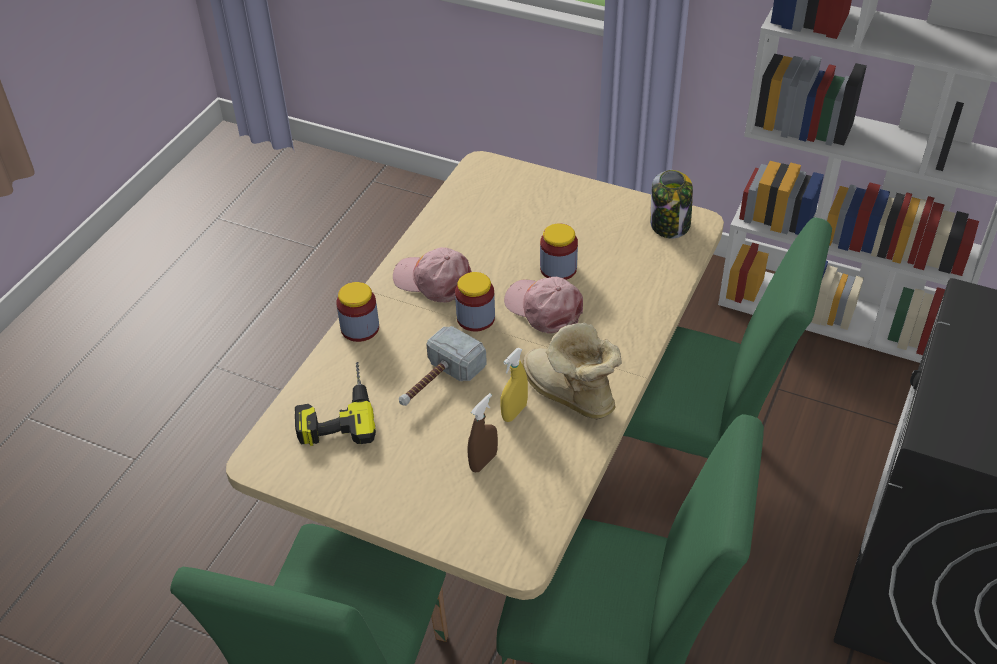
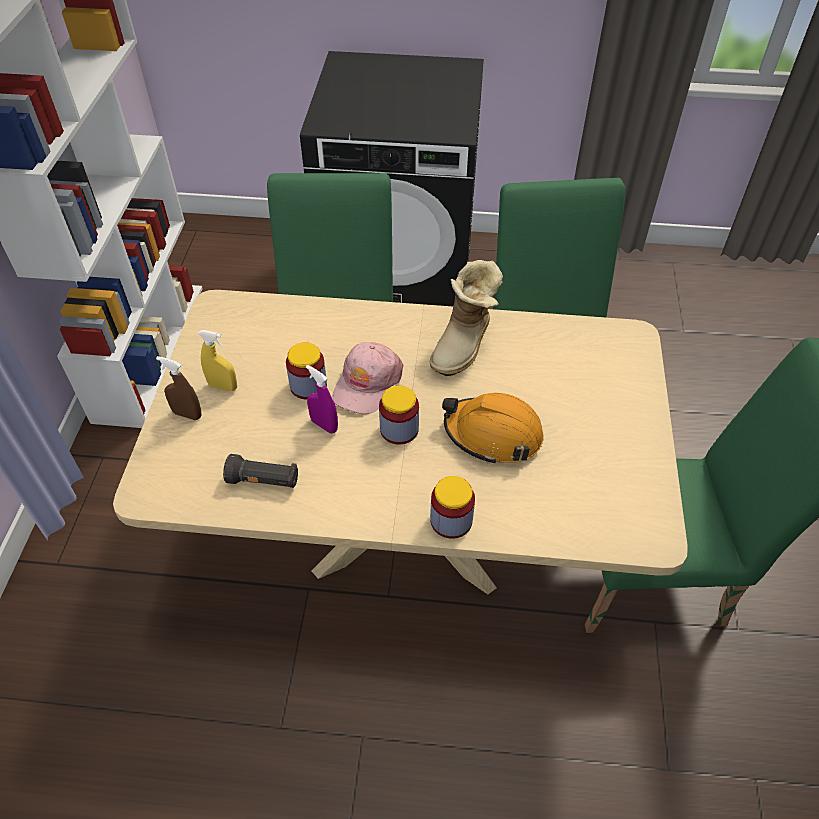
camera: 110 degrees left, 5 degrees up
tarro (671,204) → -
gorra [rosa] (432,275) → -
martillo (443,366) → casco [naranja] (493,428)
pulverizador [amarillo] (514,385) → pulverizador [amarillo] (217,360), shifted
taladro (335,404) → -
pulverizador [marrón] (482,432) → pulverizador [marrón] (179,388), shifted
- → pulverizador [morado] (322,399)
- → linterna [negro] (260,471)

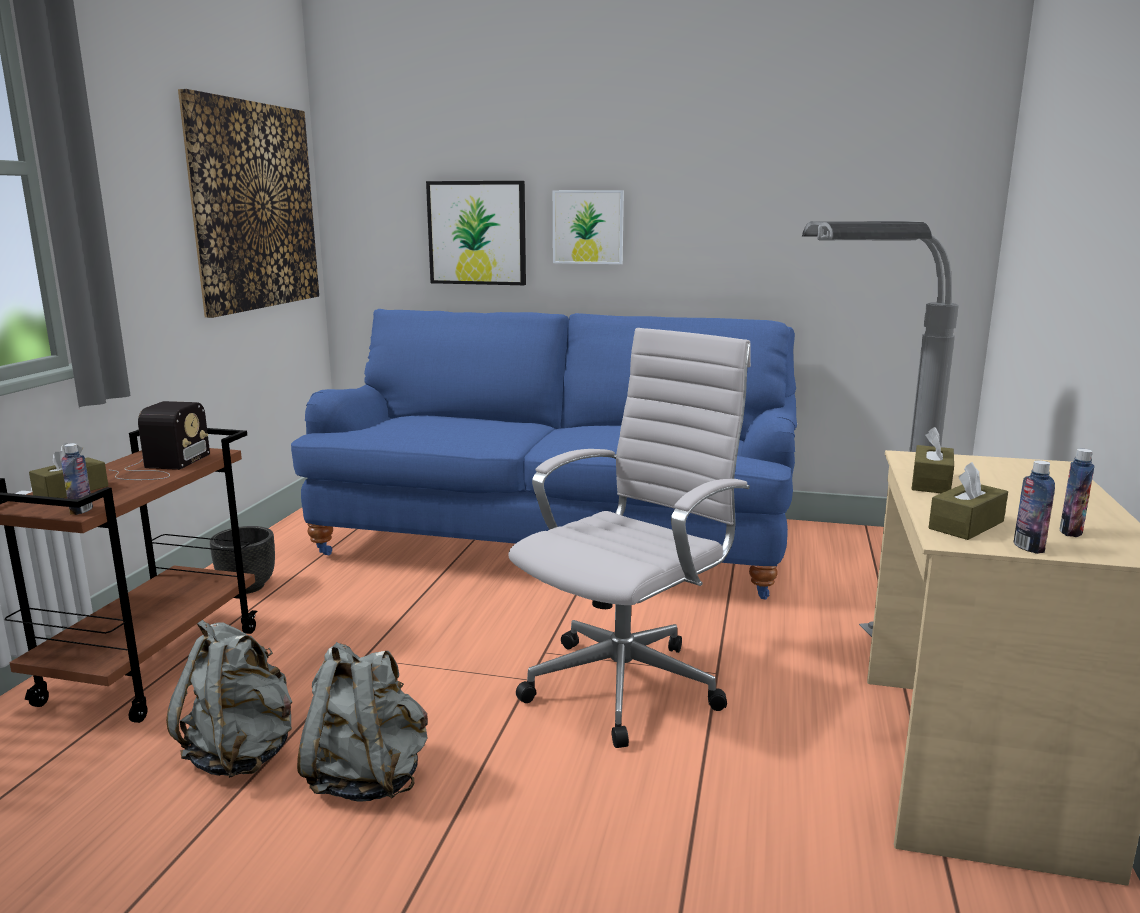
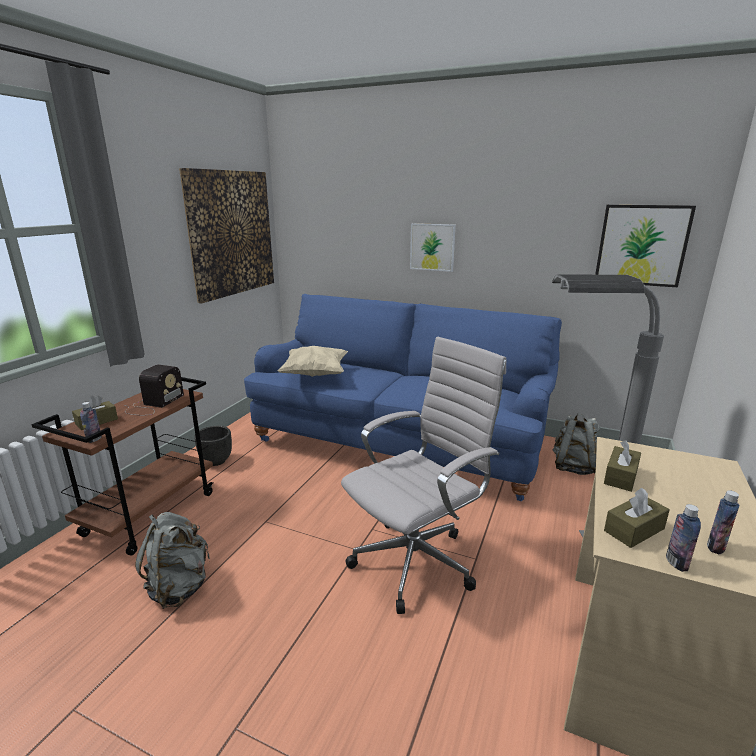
camera: 10 degrees right, 5 degrees up
cuadro (476,233) → cuadro (645,246), shifted
mochila [gris] (362,722) → mochila [gris] (576,444), shifted
- → cojín [beis] (313,361)

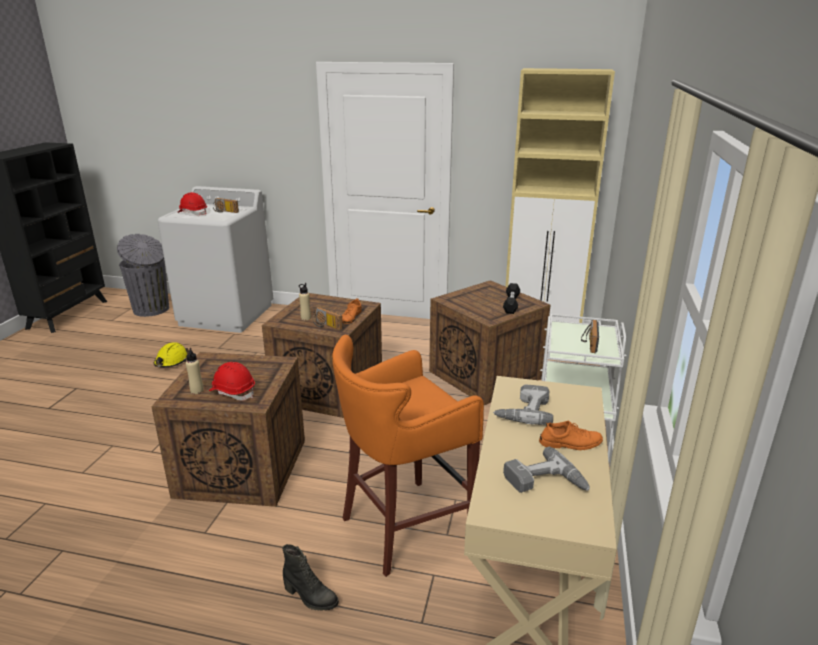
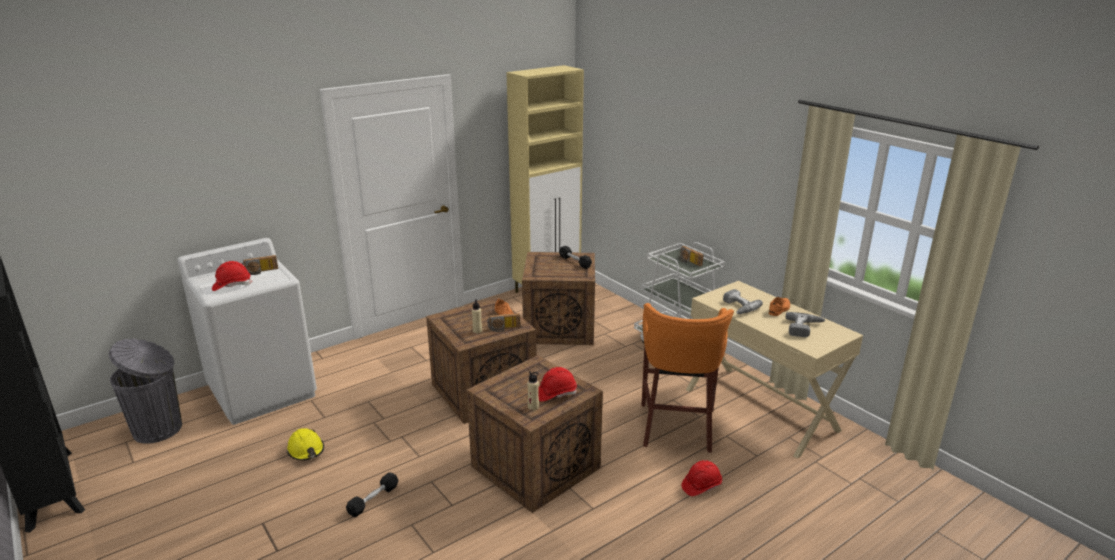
camera: 50 degrees left, 0 degrees up
bota [negro] (310,577) → casco [rojo] (701,478)
- → mancuerna [negro] (372,495)

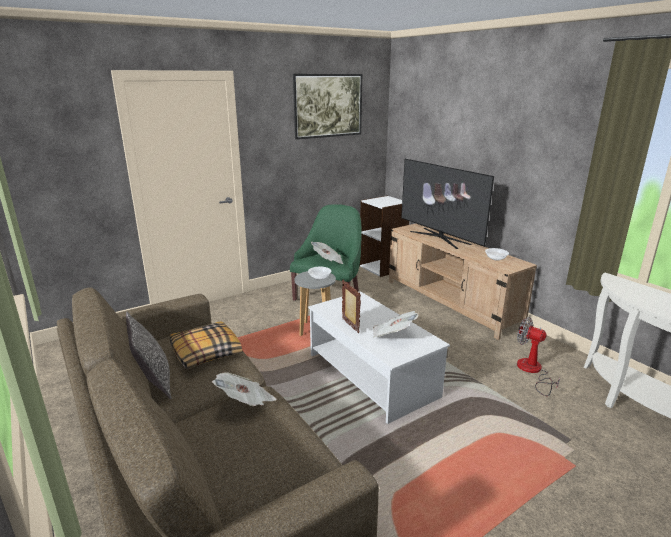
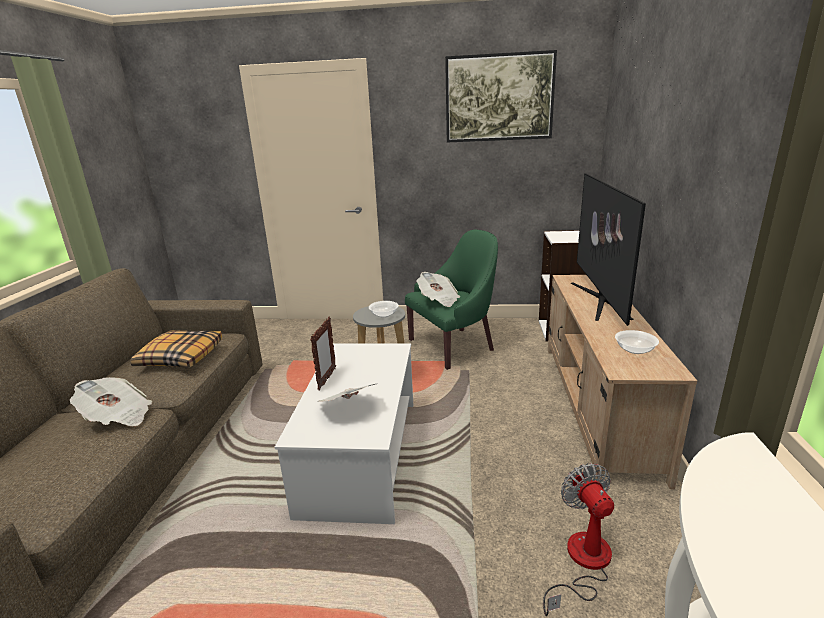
camera: 40 degrees right, 0 degrees up
cojín (148,355) → -

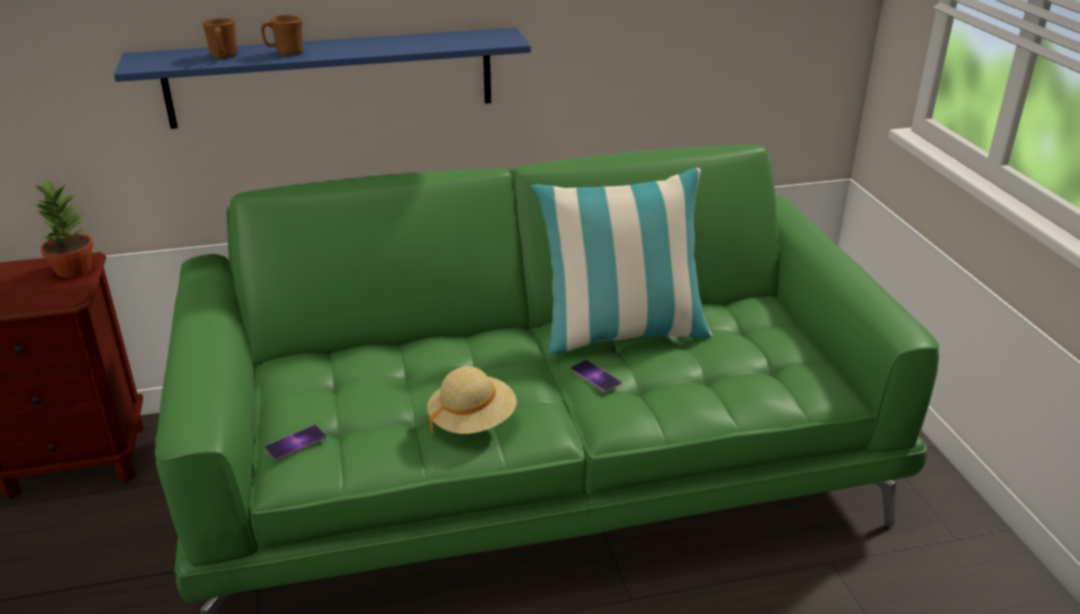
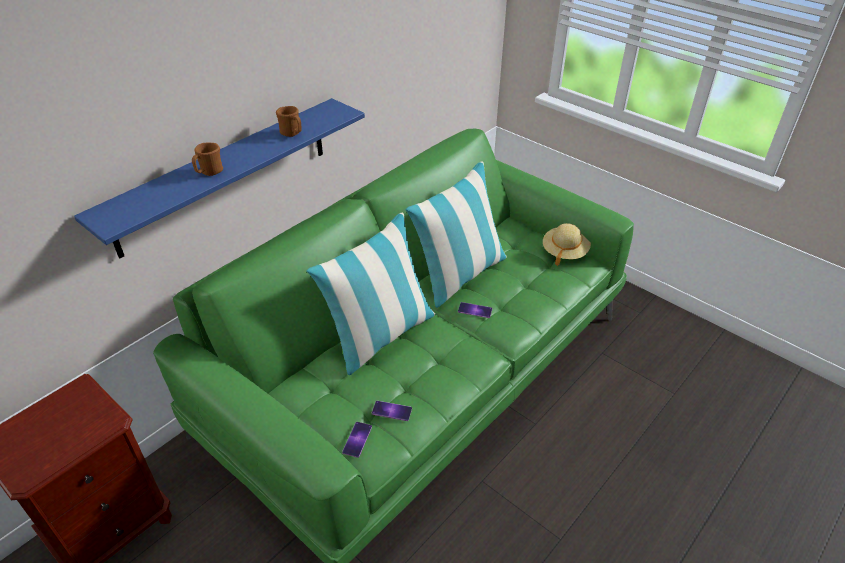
camera: 35 degrees left, 10 degrees up
taza grande [marrón] (220,38) → taza grande [marrón] (289,121), shifted
planta en maceta (63,228) → -
sombrero [beis] (472,400) → sombrero [beis] (567,244), shifted
- → cojín (370,294)
- → móvil (392,411)

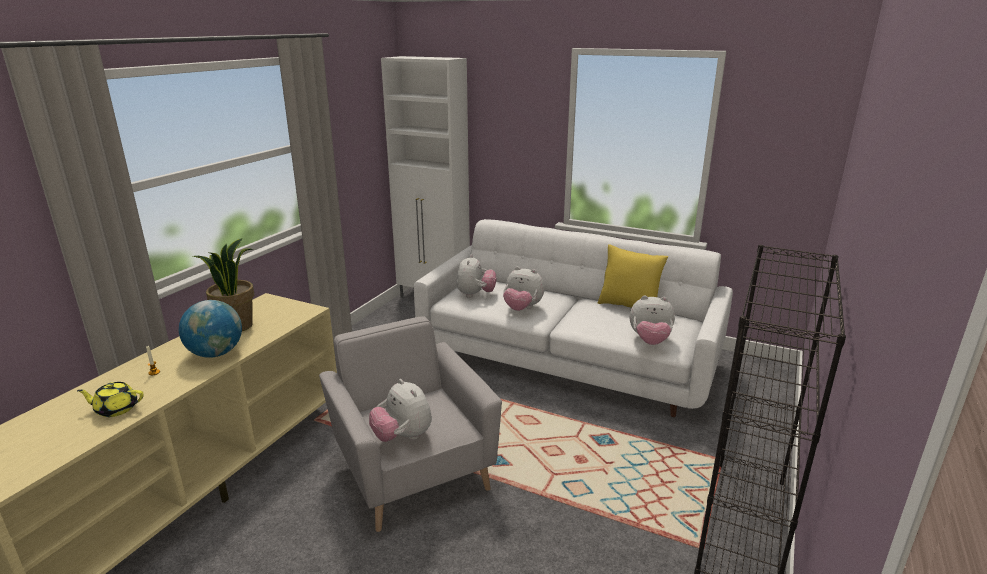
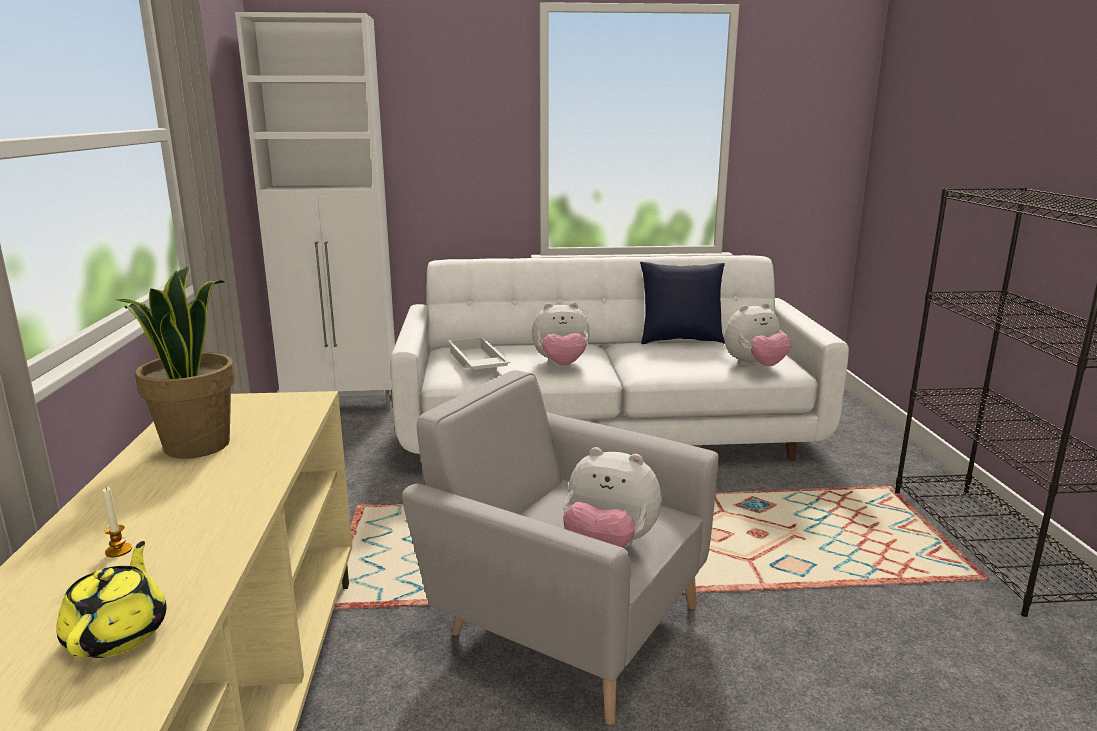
camera: 30 degrees left, 5 degrees down
cojín [amarillo] (633,276) → cojín [azul] (682,303)
peluche (477,276) → bandeja [blanco] (478,353)
globo terráqueo (210,329) → -
tetera [amarillo] (110,399) → tetera [amarillo] (111,599), 120 degrees clockwise

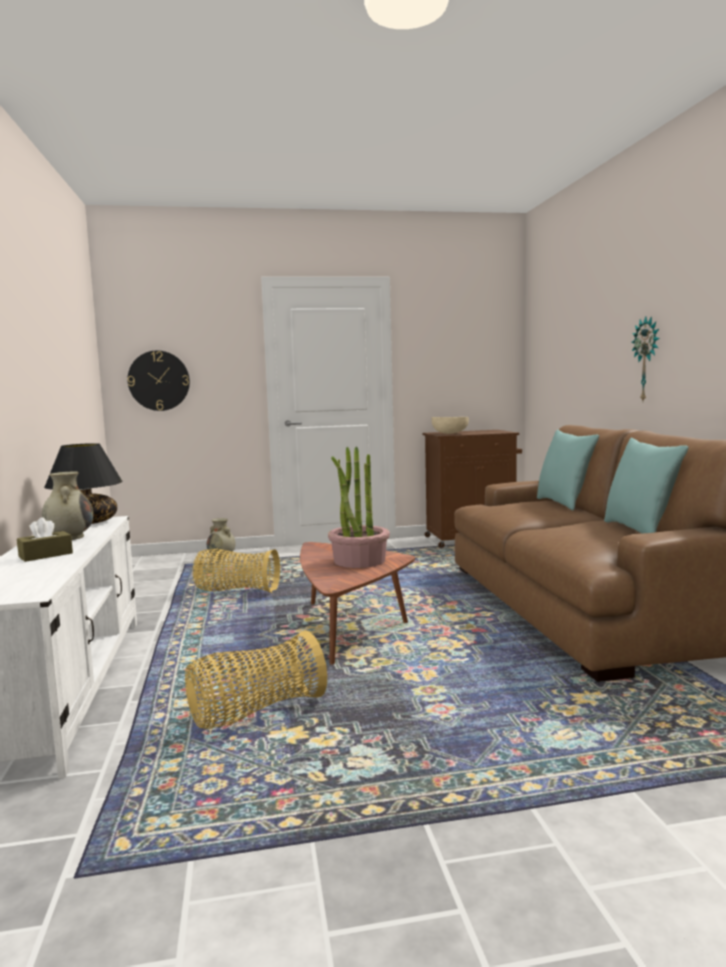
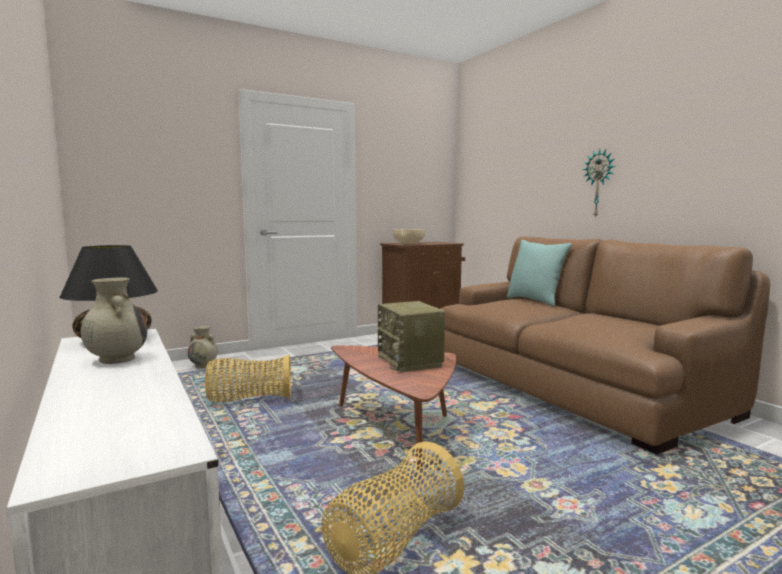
camera: 20 degrees left, 0 degrees up
reloj de pared (159,381) → -
cojín [turquesa] (646,486) → -
planta en maceta (359,507) → radio (411,336)
caja de pañuelos [marrón] (45,539) → -

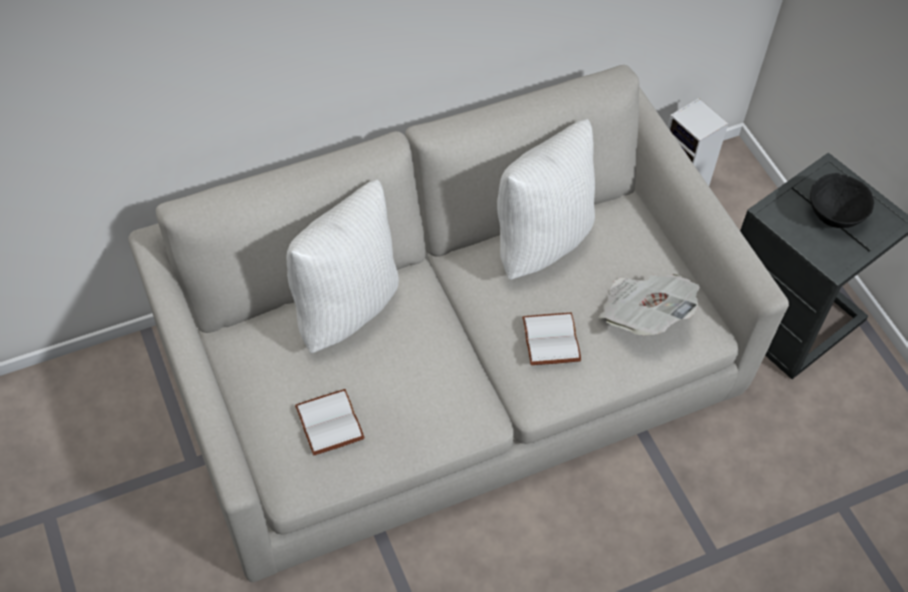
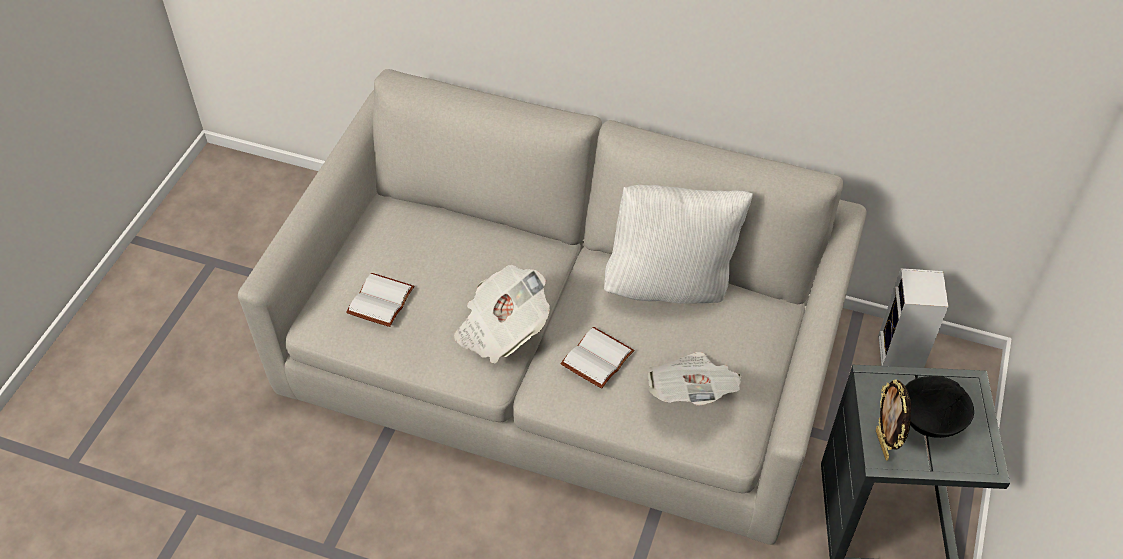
camera: 45 degrees right, 5 degrees down
cojín [blanco] (343,266) → -
- → periódico (502,314)
- → portarretratos (893,420)

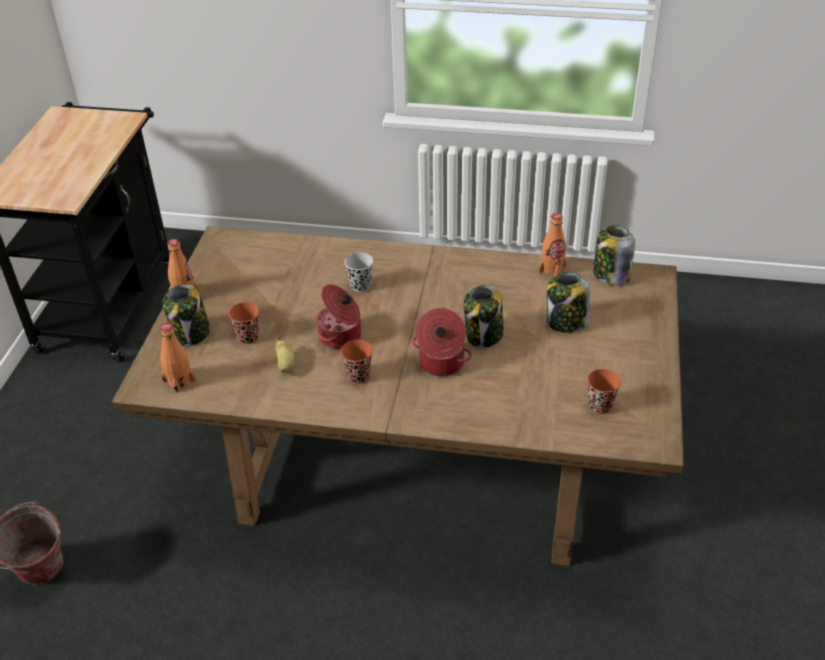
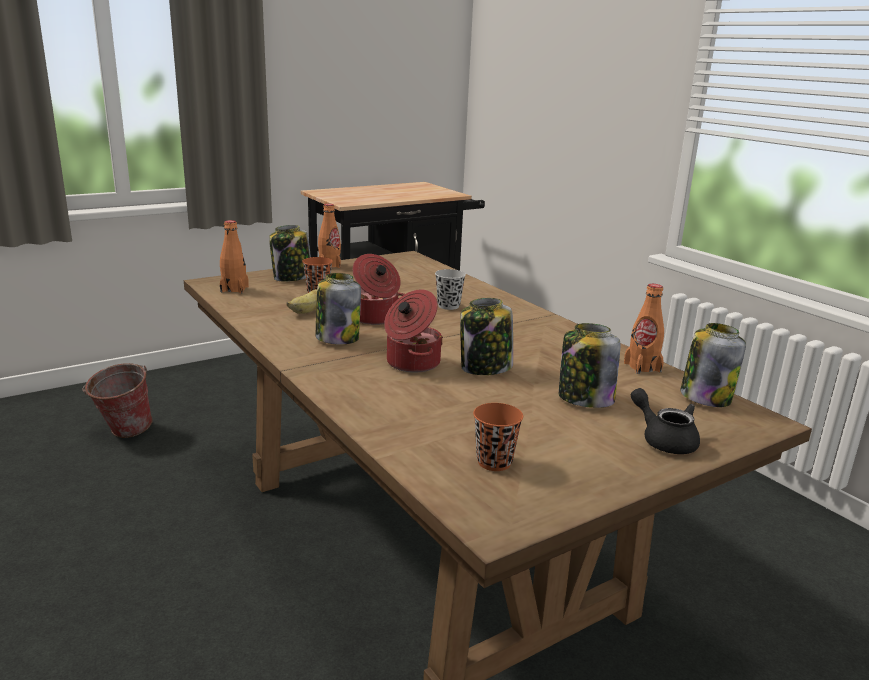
camera: 45 degrees right, 20 degrees down
taza [naranja] (357,361) → tarro (338,309)
- → tetera [negro] (665,421)

